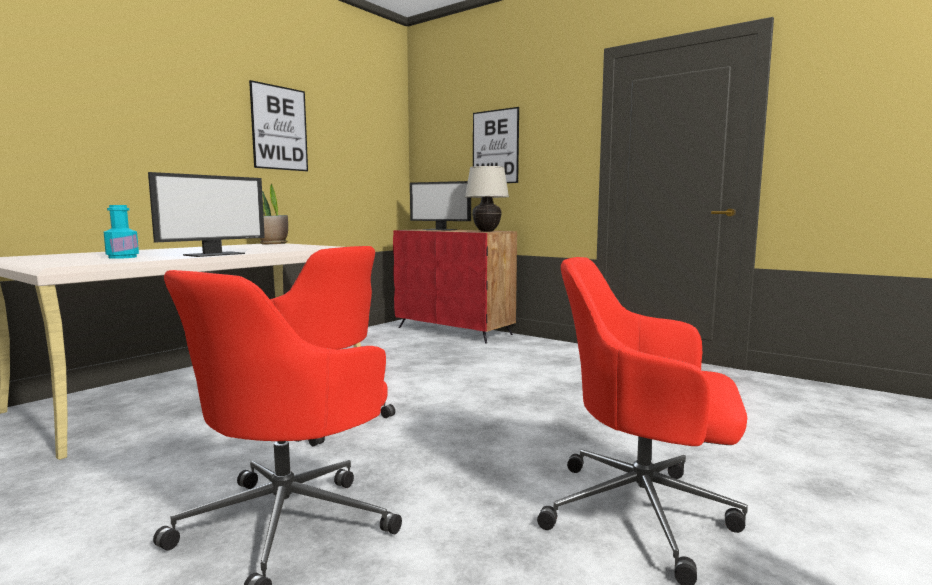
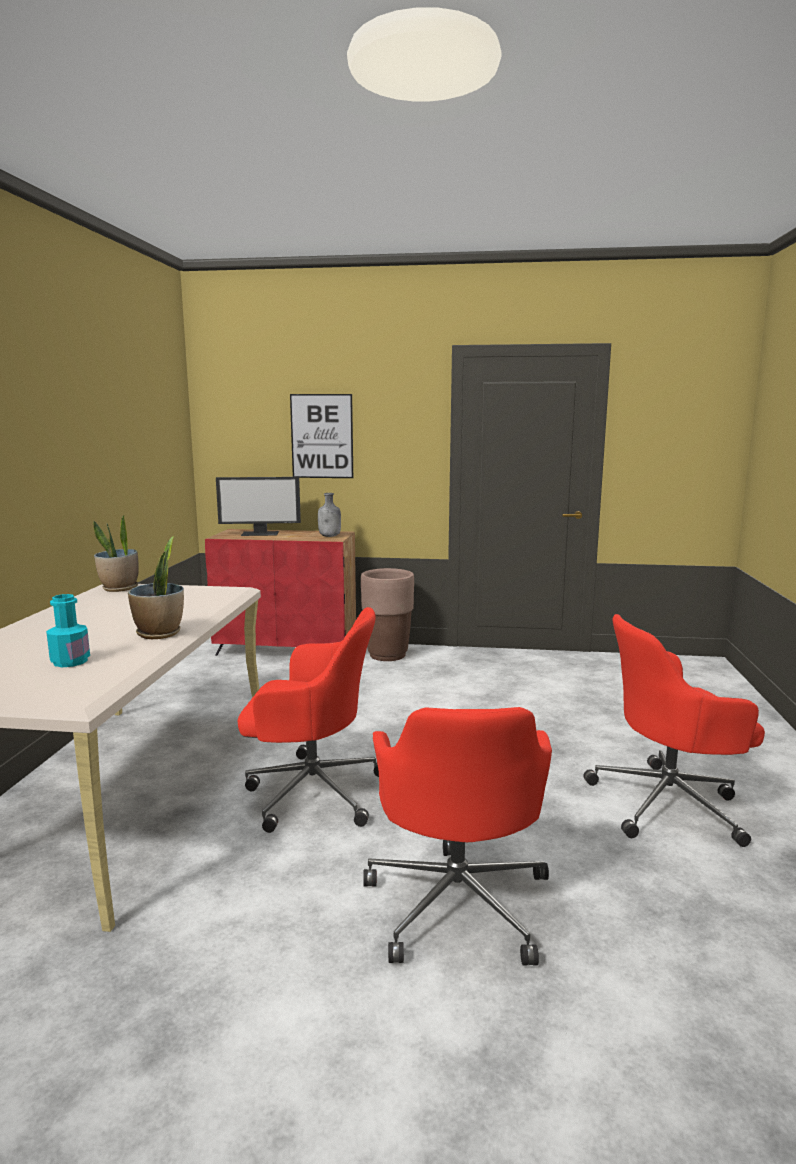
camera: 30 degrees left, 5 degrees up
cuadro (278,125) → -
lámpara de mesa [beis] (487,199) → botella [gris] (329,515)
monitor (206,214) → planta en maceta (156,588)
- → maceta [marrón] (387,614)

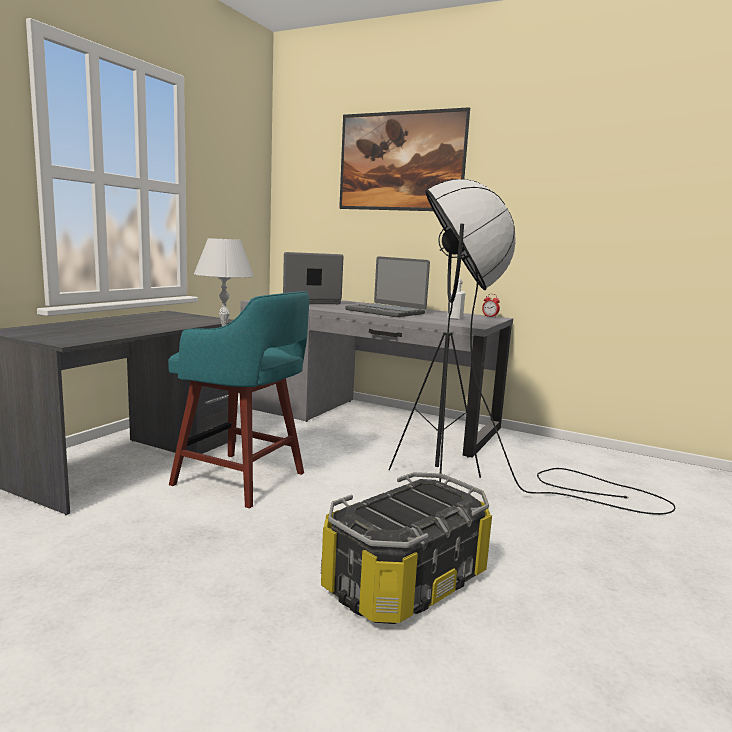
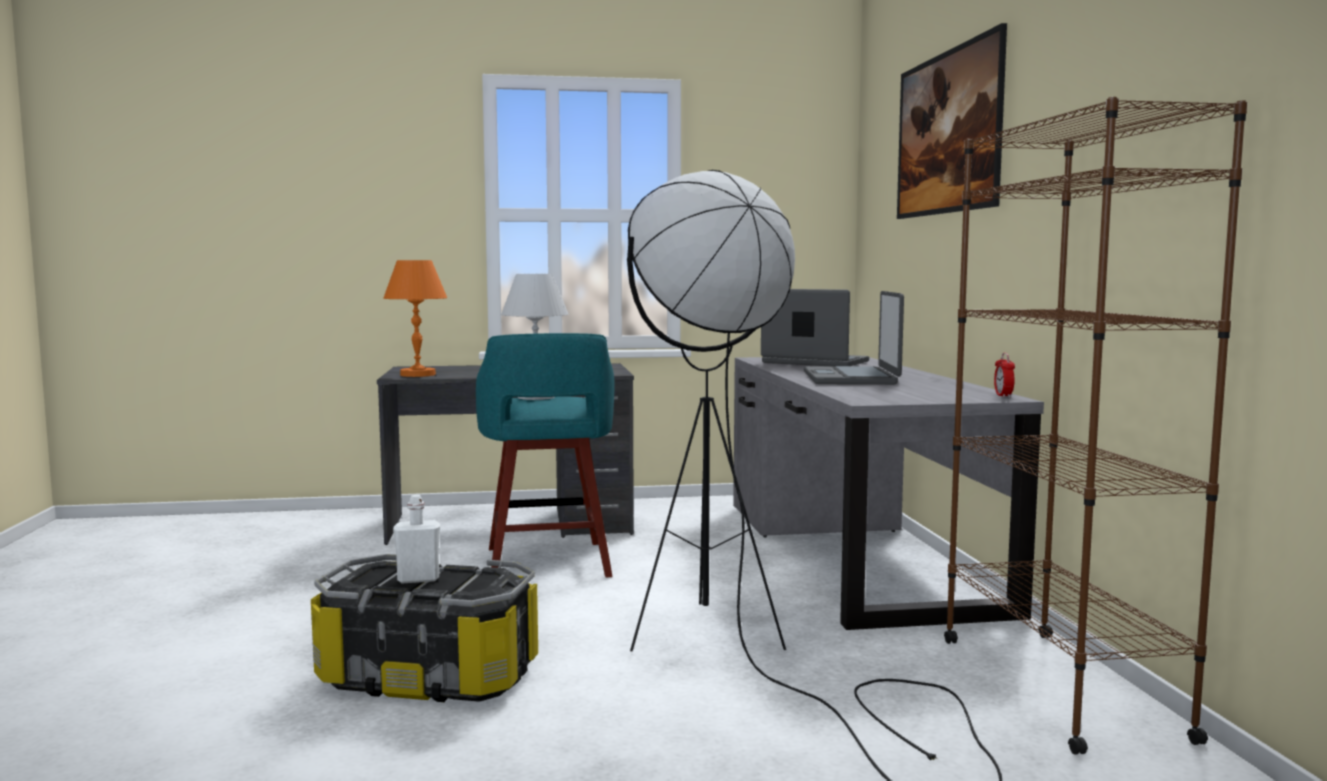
camera: 55 degrees right, 5 degrees down
botella [blanco] (456,299) → botella [blanco] (416,539), shifted
- → estantería [marrón] (1095,426)
- → lámpara de mesa [naranja] (415,318)

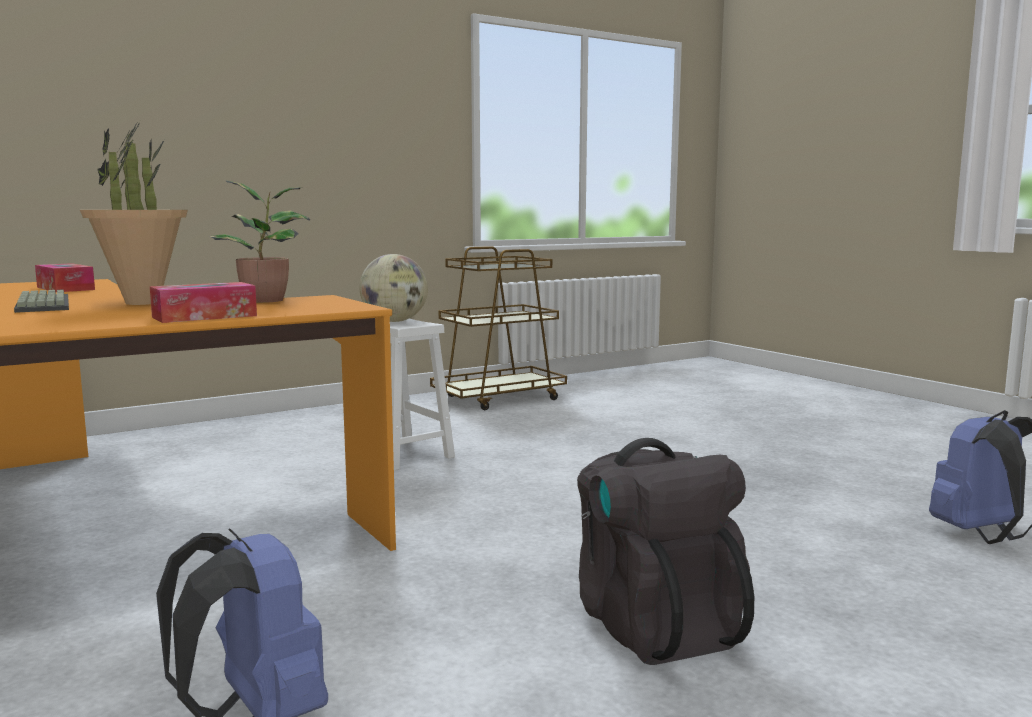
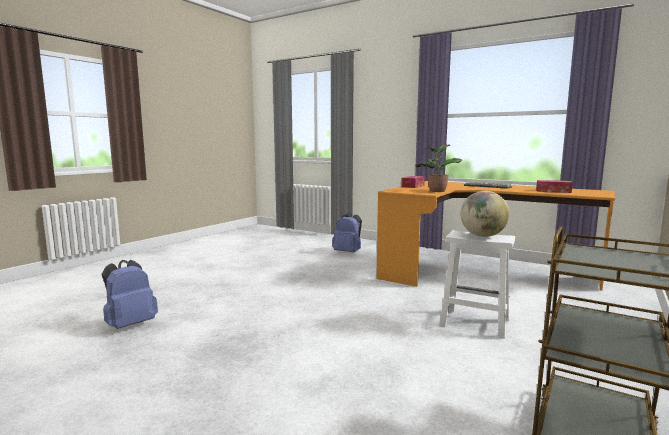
camera: 155 degrees right, 0 degrees up
planta en maceta (134,214) → -
mochila [negro] (665,551) → -

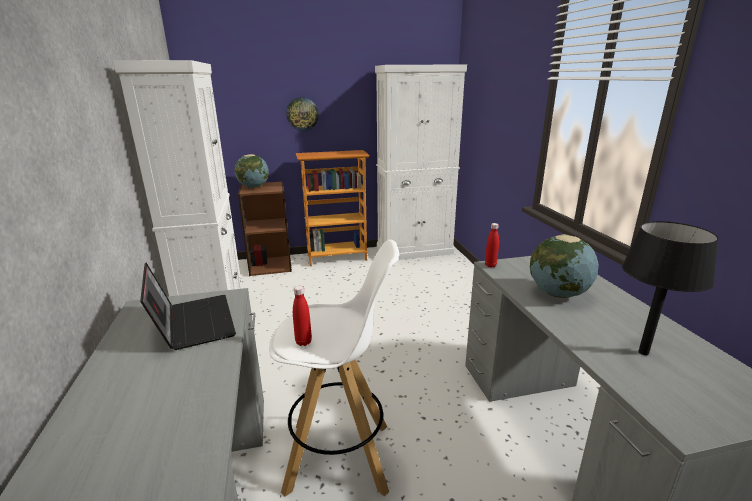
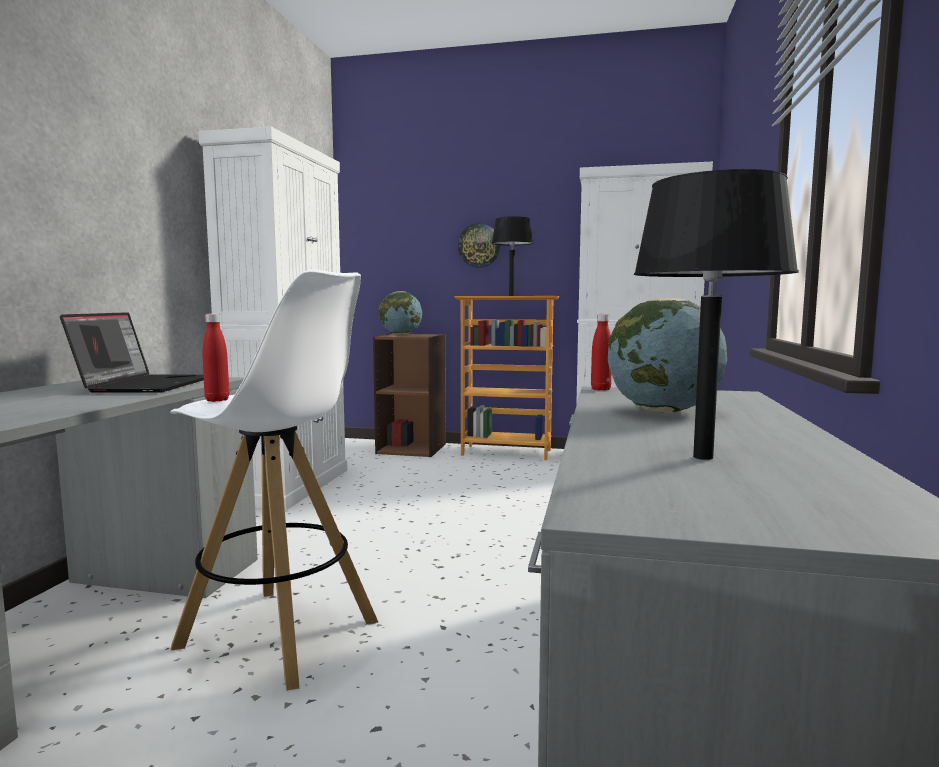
camera: 25 degrees right, 15 degrees down
- → lámpara de mesa [negro] (512,256)

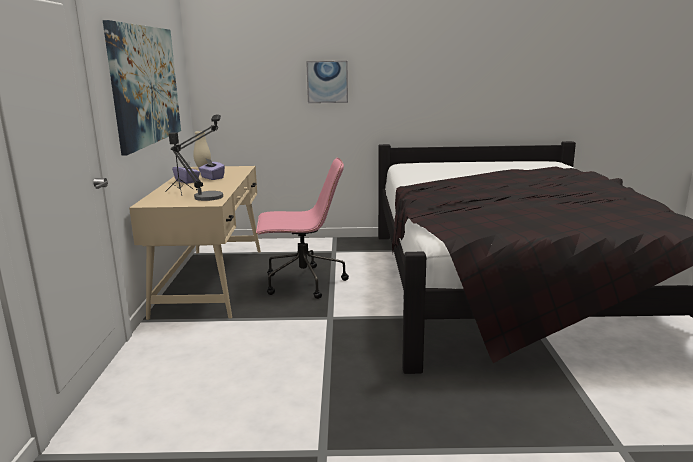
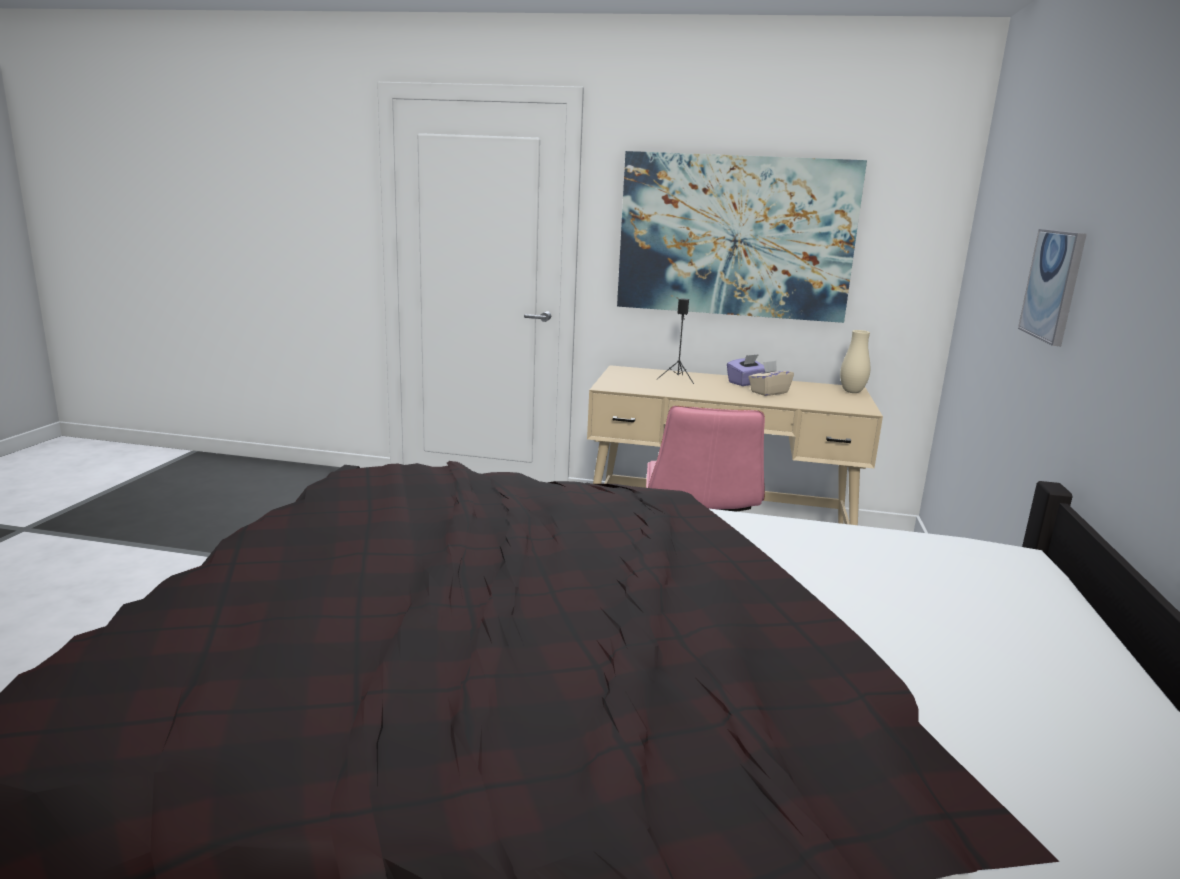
camera: 100 degrees right, 0 degrees up
lámpara de mesa (197,157) → -
caja de pañuelos [morado] (211,169) → caja de pañuelos [beis] (771,378)

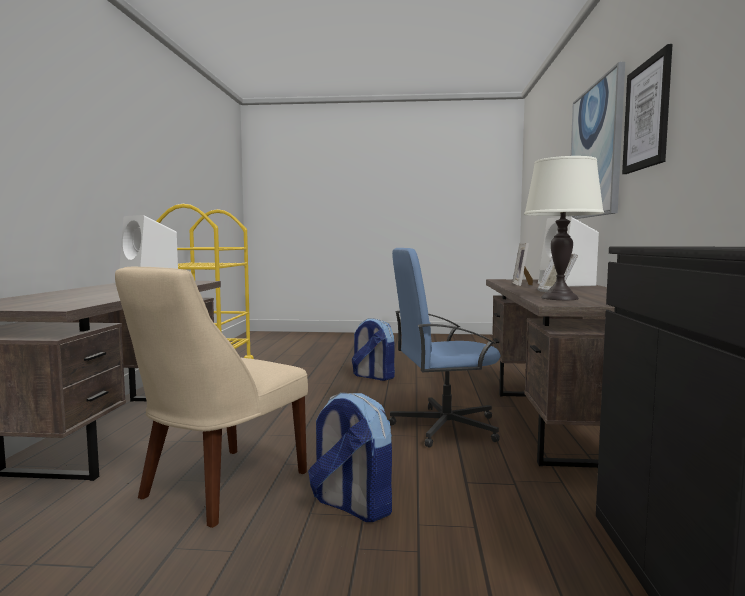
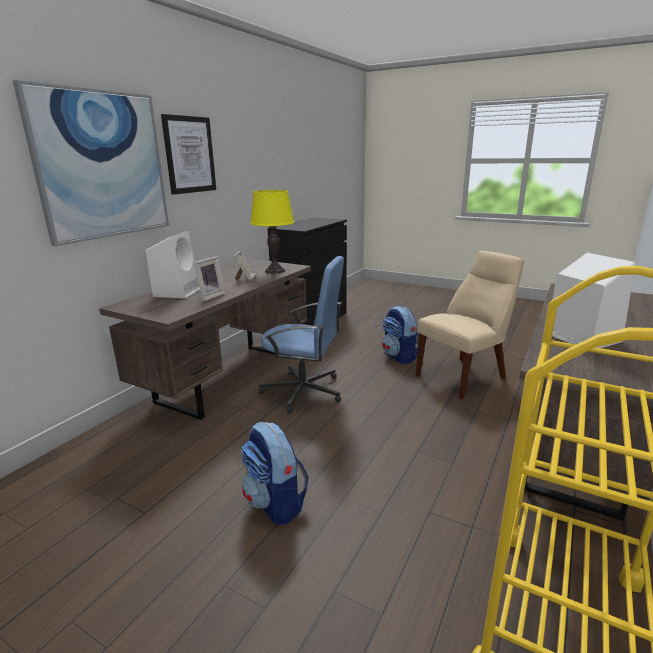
camera: 155 degrees left, 15 degrees up
lámpara de mesa [blanco] (564,228) → lámpara de mesa [amarillo] (272,232)

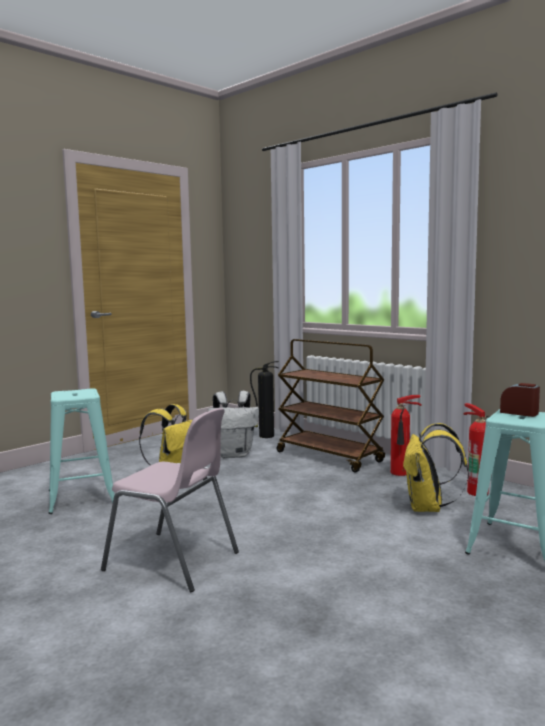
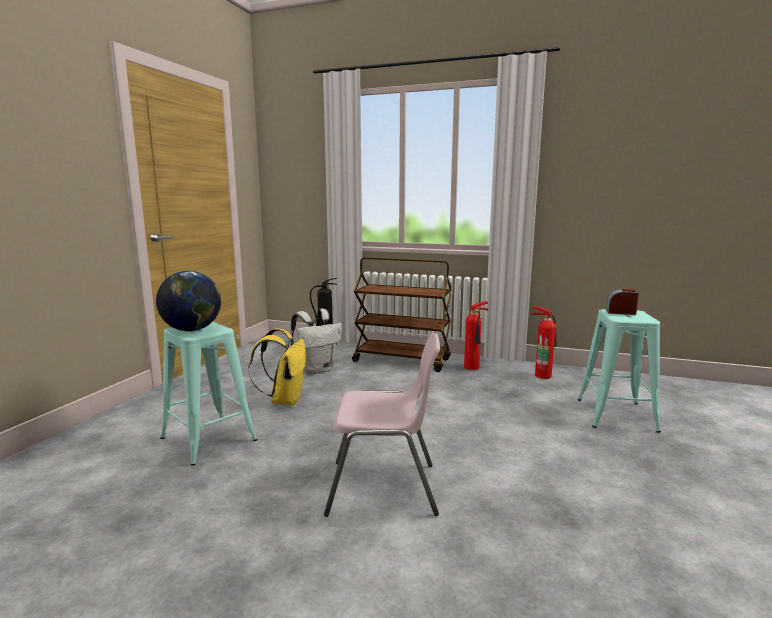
camera: 25 degrees left, 5 degrees up
mochila [amarillo] (435,467) → -
- → globo terráqueo (188,301)

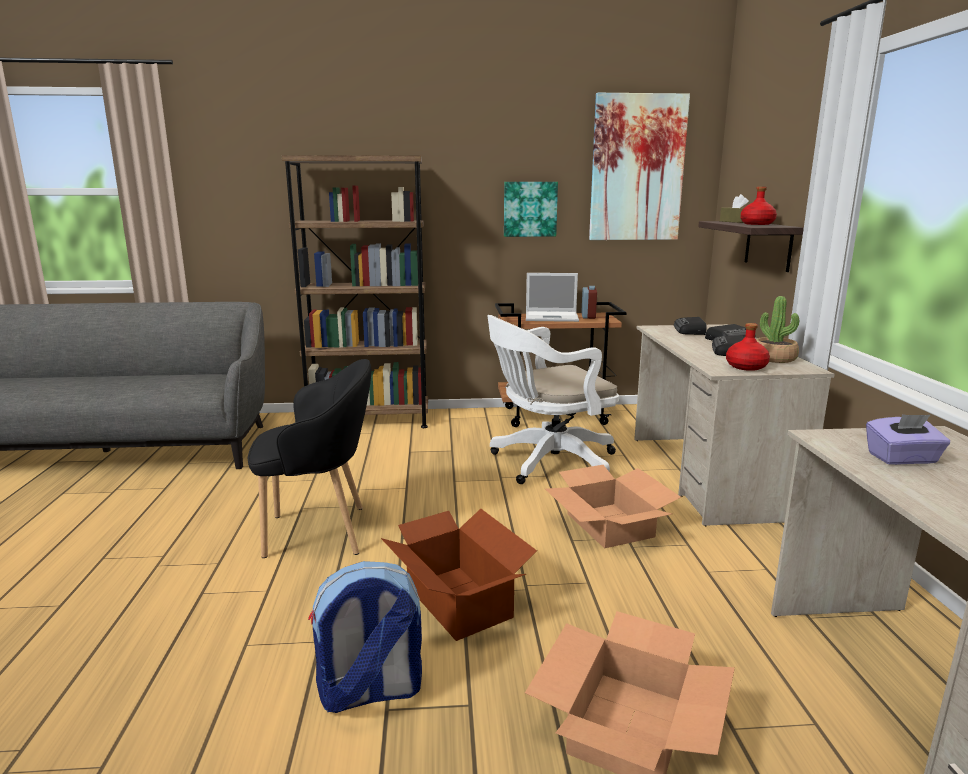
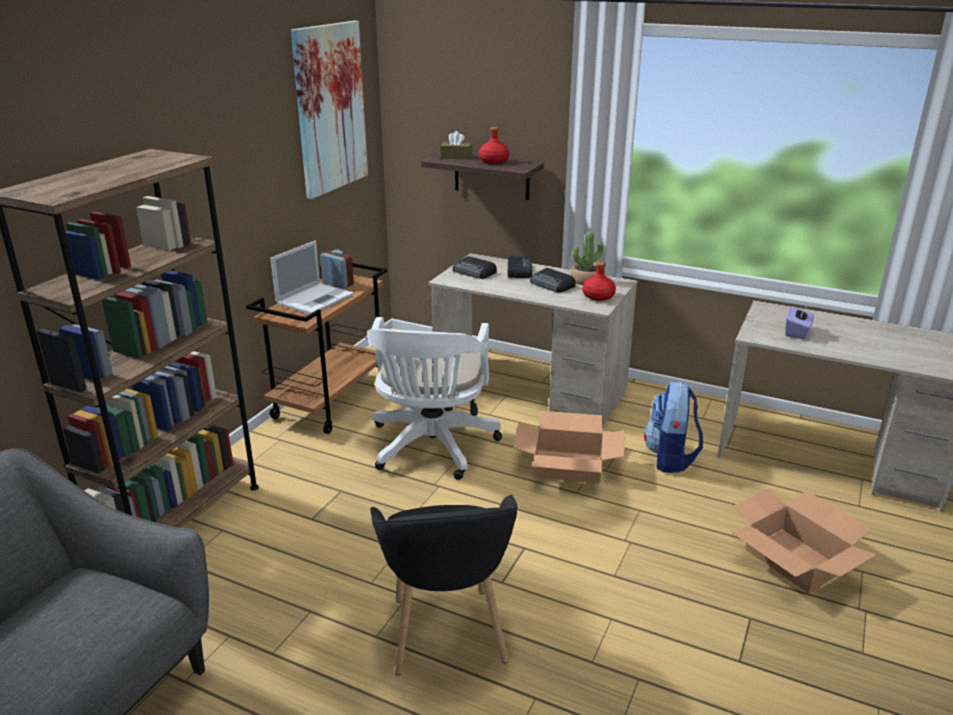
camera: 60 degrees left, 10 degrees up
cuadro (531,209) → -
sillón [negro] (309,458) → sillón [negro] (444,585), 150 degrees clockwise
caja de cartón (459,575) → -
mochila (365,637) → mochila (673,427), shifted

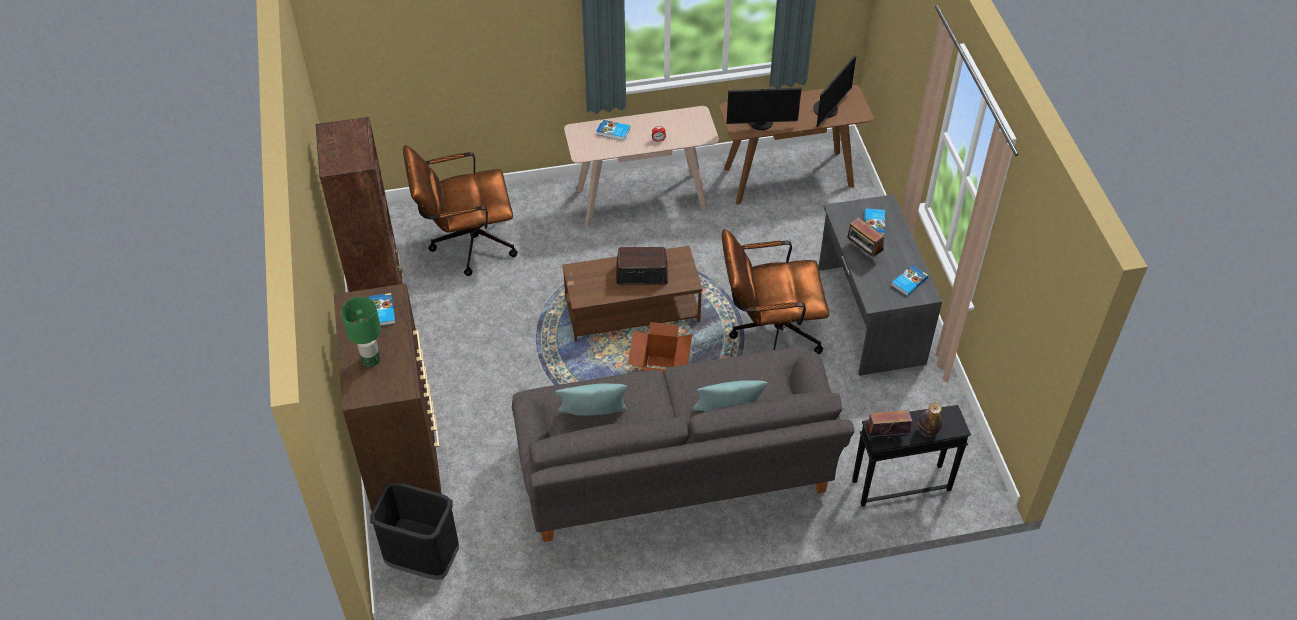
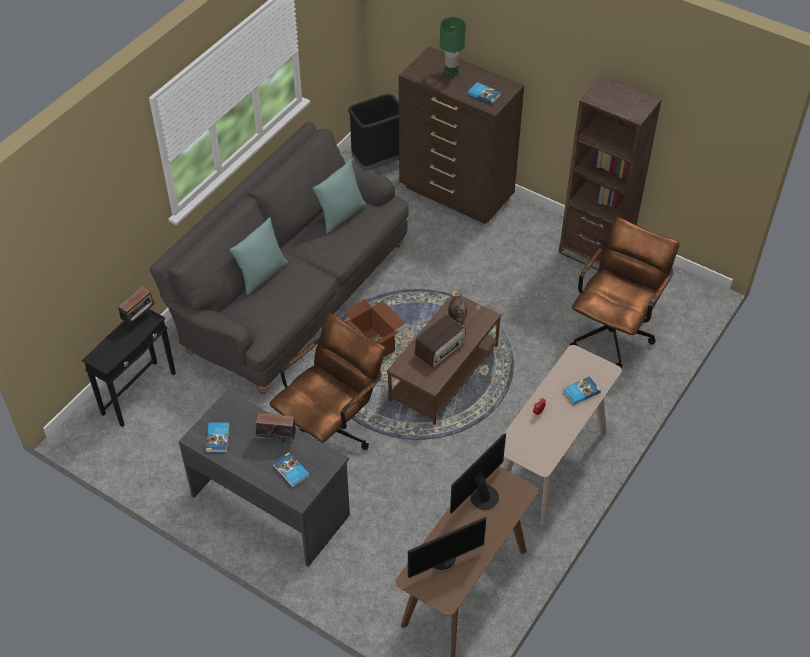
camera: 135 degrees right, 0 degrees up
monitor (834,91) → monitor (447,547), 105 degrees counterclockwise
botella (930,420) → botella (457,306), shifted

